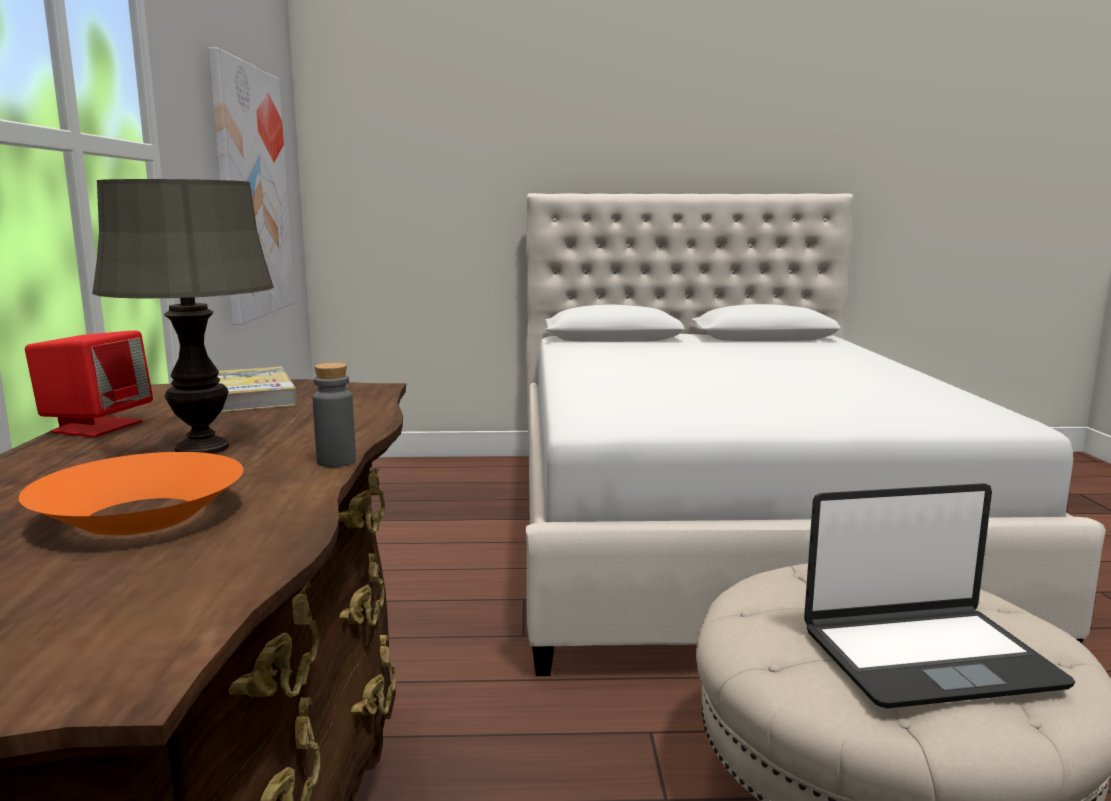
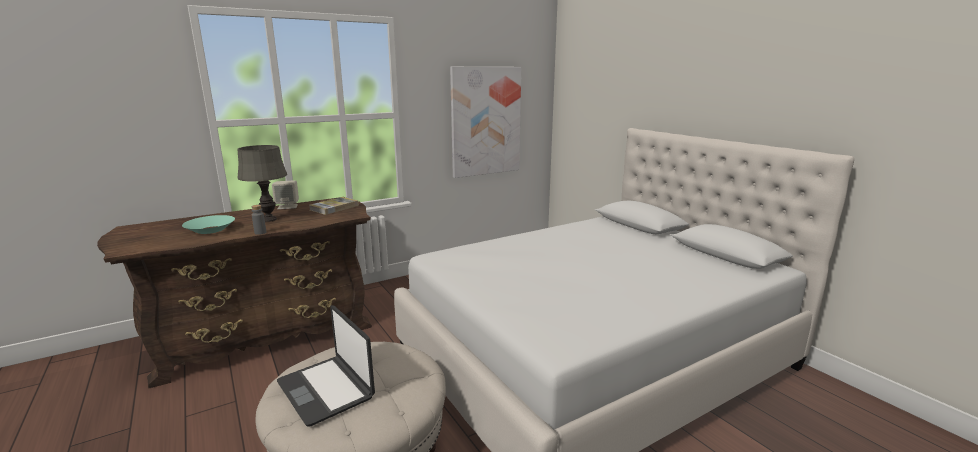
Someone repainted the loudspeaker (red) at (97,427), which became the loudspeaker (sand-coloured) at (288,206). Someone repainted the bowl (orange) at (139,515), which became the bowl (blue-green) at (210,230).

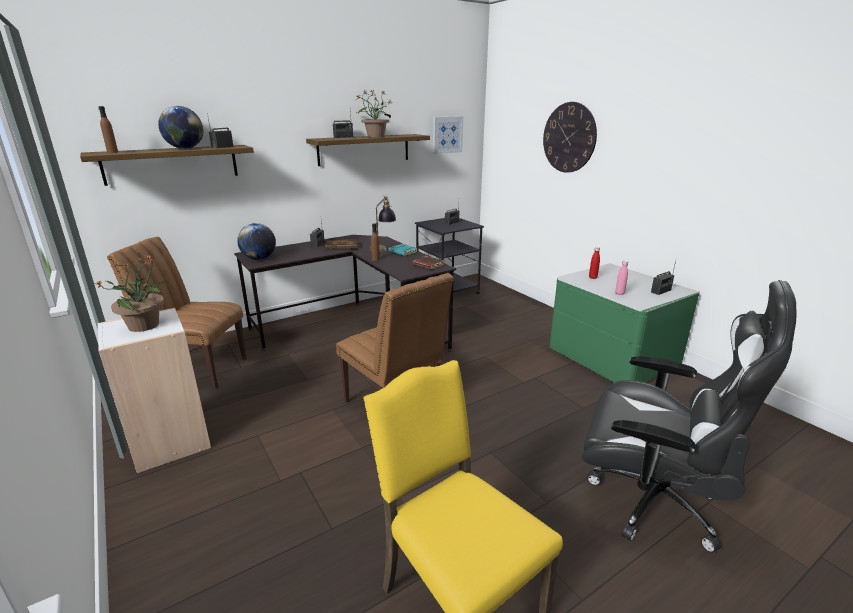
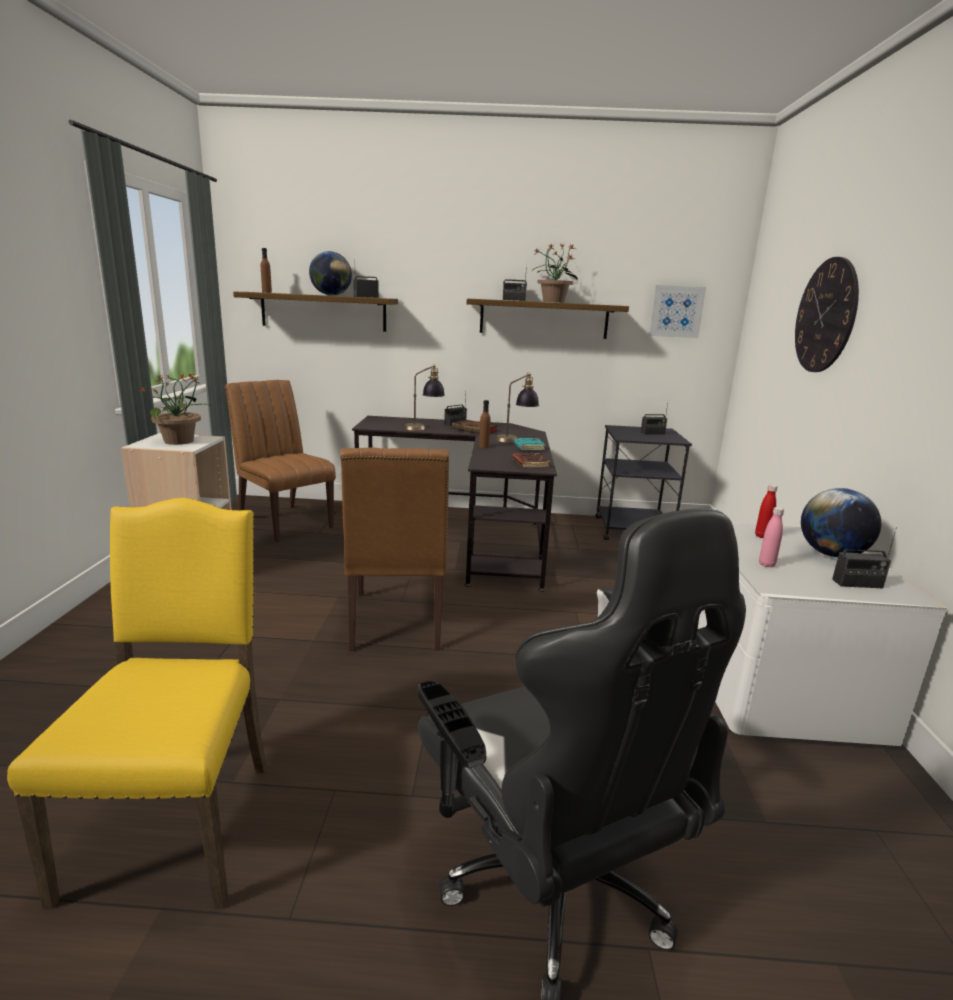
Someone carried the globe from (259,259) to (831,554). Someone repainted the bedside table (greenish) at (611,358), which became the bedside table (white-coloured) at (774,686). Someone put down the table lamp at (424,428).

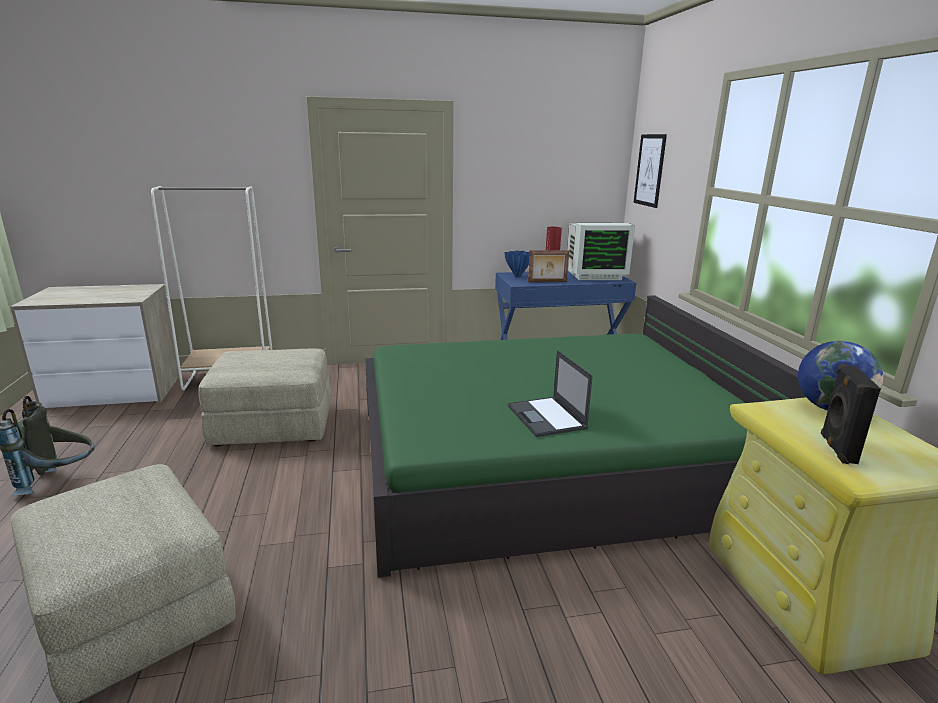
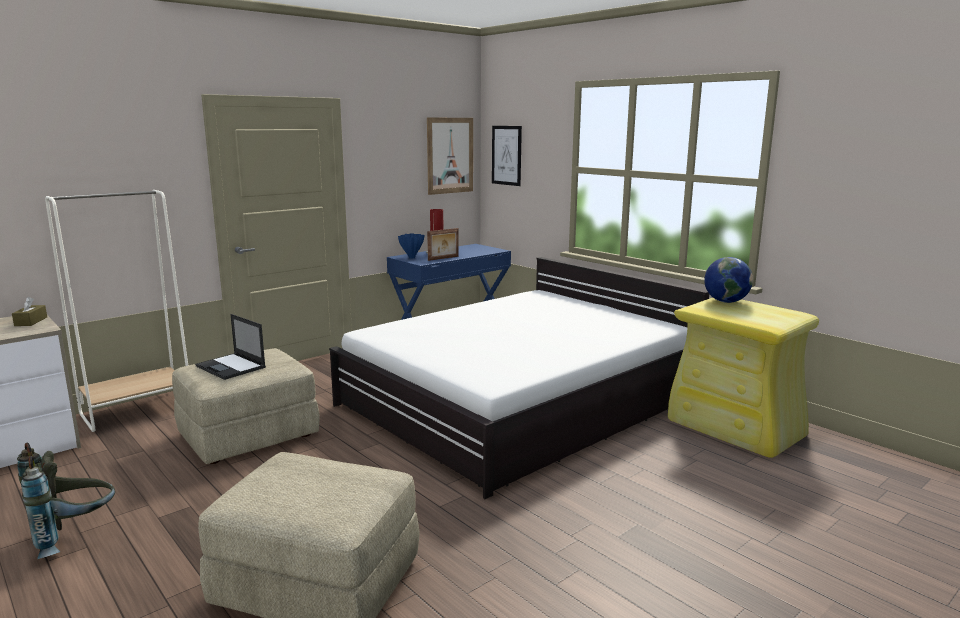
Someone took away the computer screen at (594,275). Someone repainted the bedroom bed (greenish) at (546,462), which became the bedroom bed (white-coloured) at (520,401). Someone carried the laptop from (547,417) to (231,367). Someone took away the loudspeaker (black) at (836,449). Someone put up the picture at (450,155). Someone put down the box of tissues (brown) at (31,321).

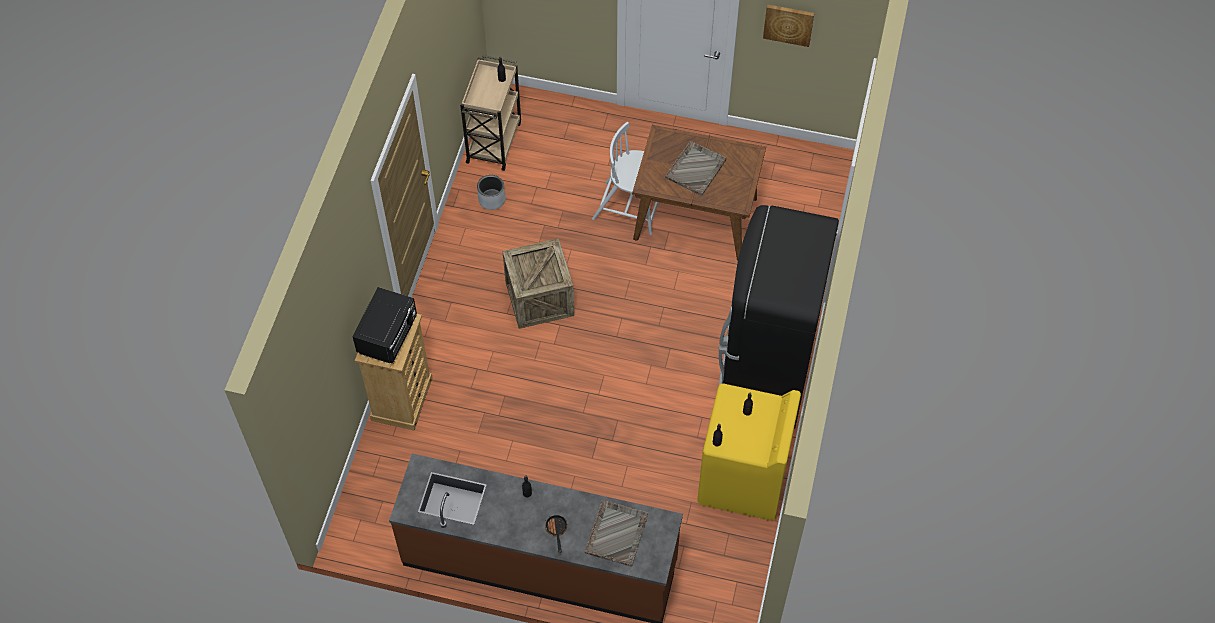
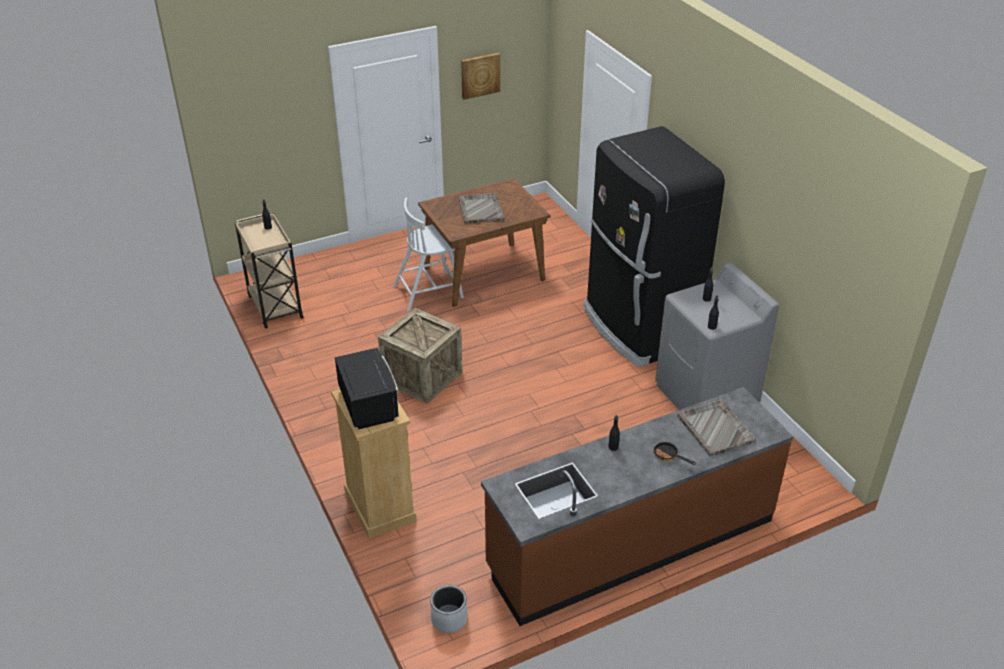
Someone carried the planter (gray) from (491,199) to (449,619). Someone repainted the washing machine (yellowish) at (743,480), which became the washing machine (gray) at (706,395).

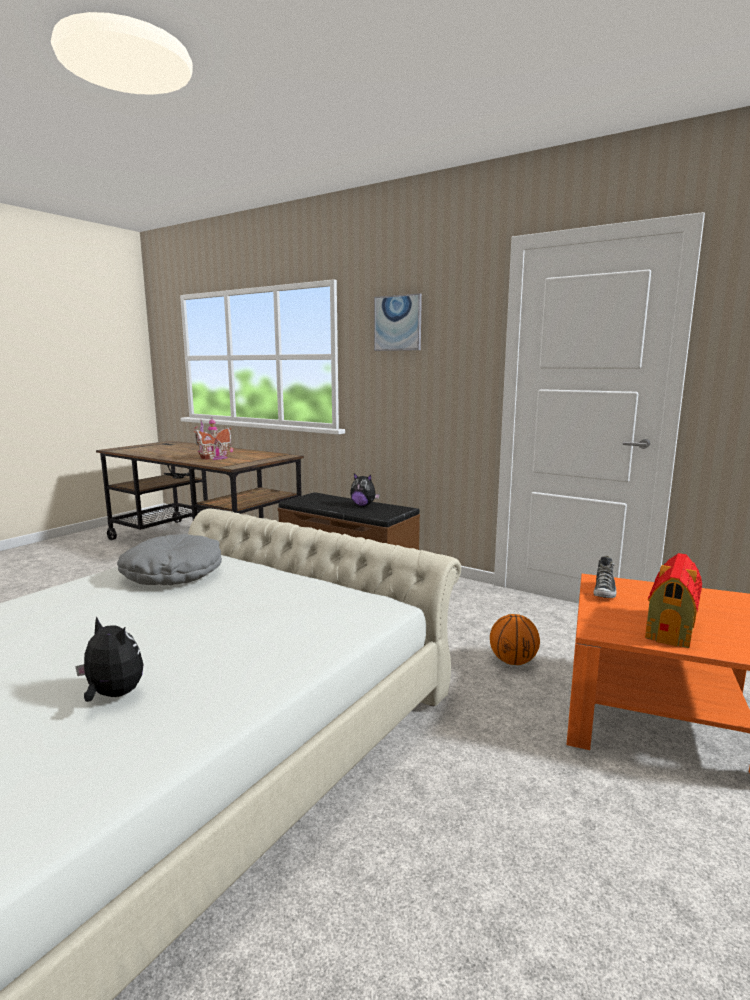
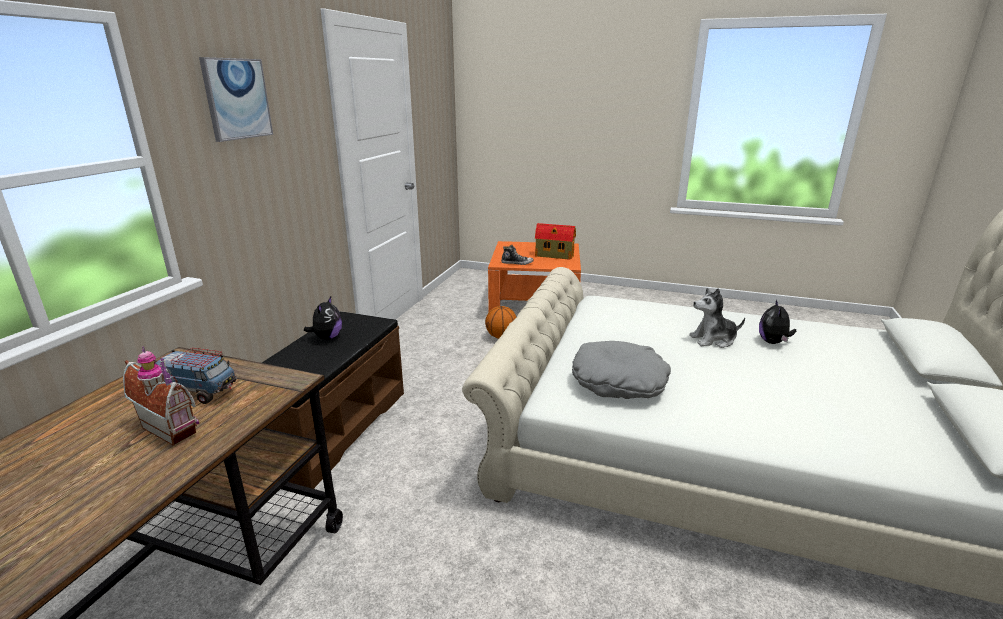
Someone put down the cuddly toy at (713,340). Someone put down the toy lorry at (200,392).

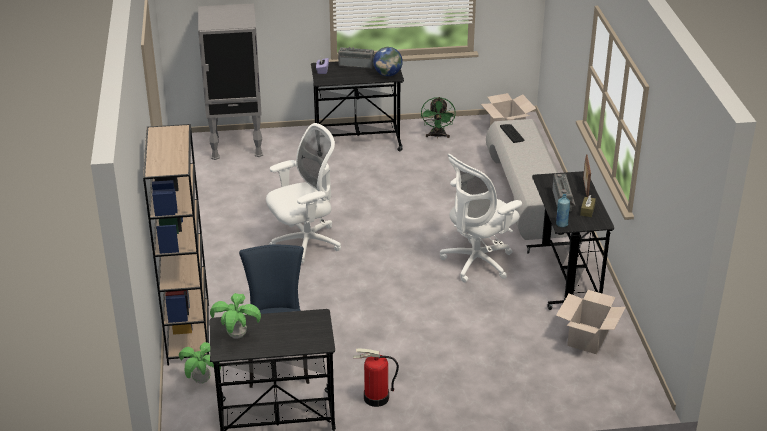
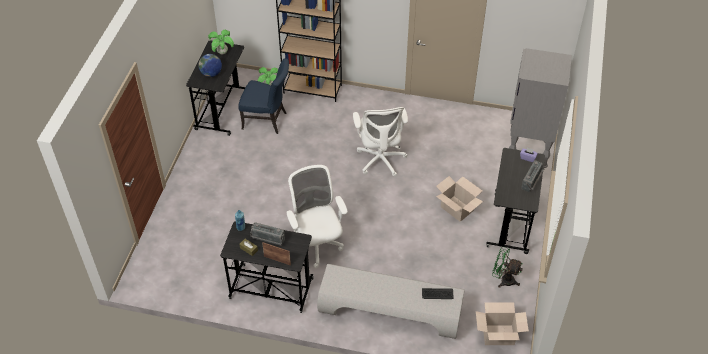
Someone carried the globe from (388,74) to (211,74). Someone carried the carton from (588,339) to (456,209). Someone took away the fire-fighting cylinder at (376,398).

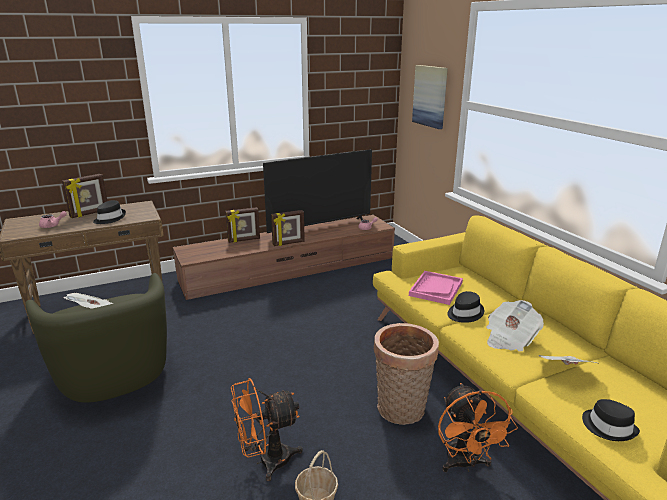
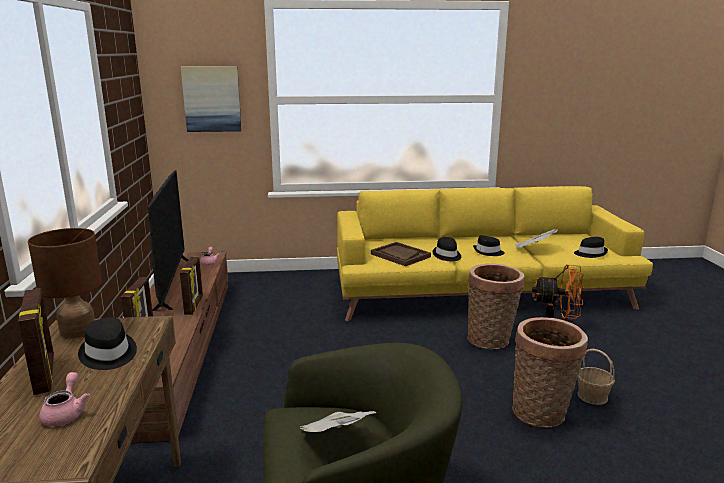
Someone repainted the tray (pink-coloured) at (436,289), which became the tray (brown) at (400,255). Someone swapped the printed paper at (509,338) for the wearable hat (black) at (488,252). Someone swapped the fan (orange) at (266,461) for the storage basket at (542,413). Someone put down the table lamp (brown) at (78,330).

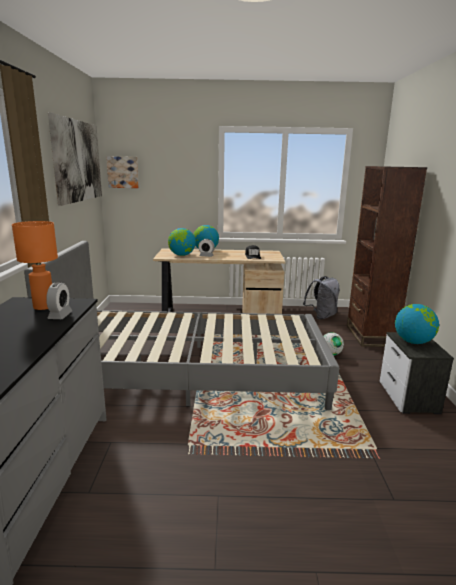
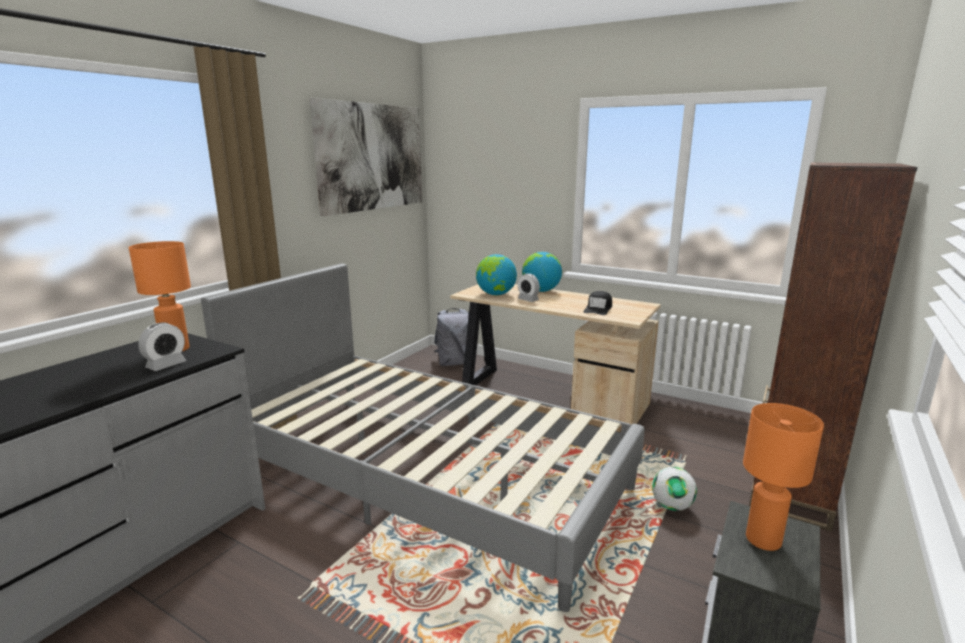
Someone took away the picture at (123,172). Someone carried the backpack (gray) from (321,316) to (454,363). Someone swapped the globe at (413,342) for the table lamp (orange) at (763,539).

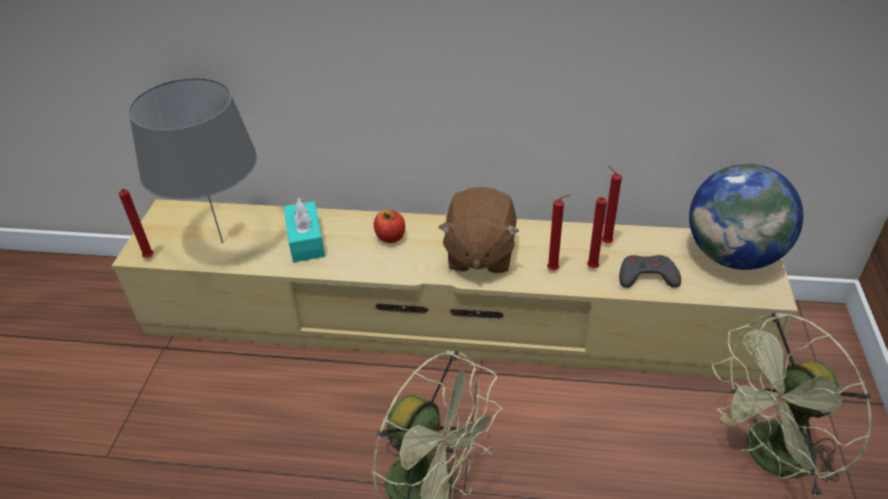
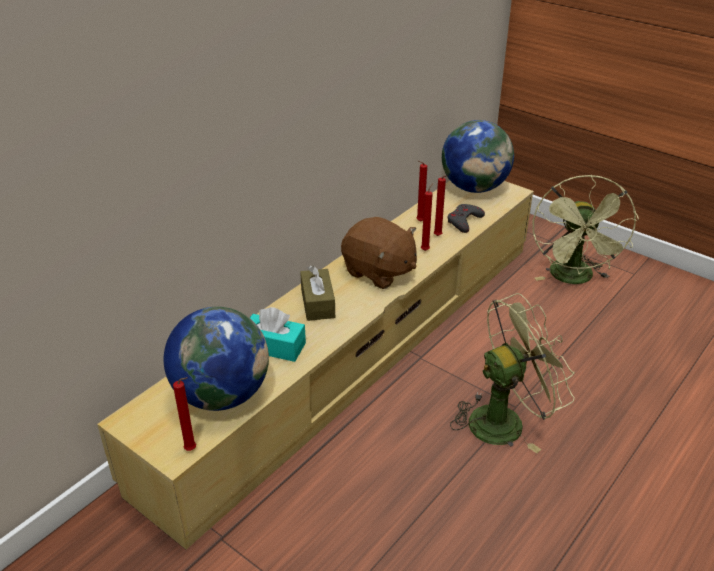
Someone swapped the table lamp (gray) at (222,242) for the globe at (221,395). Someone swapped the apple at (390,237) for the box of tissues (brown) at (317,303).

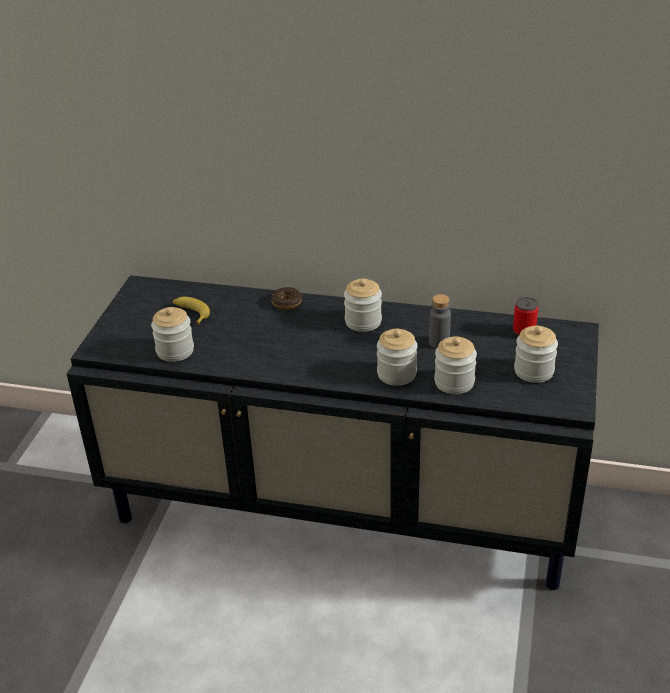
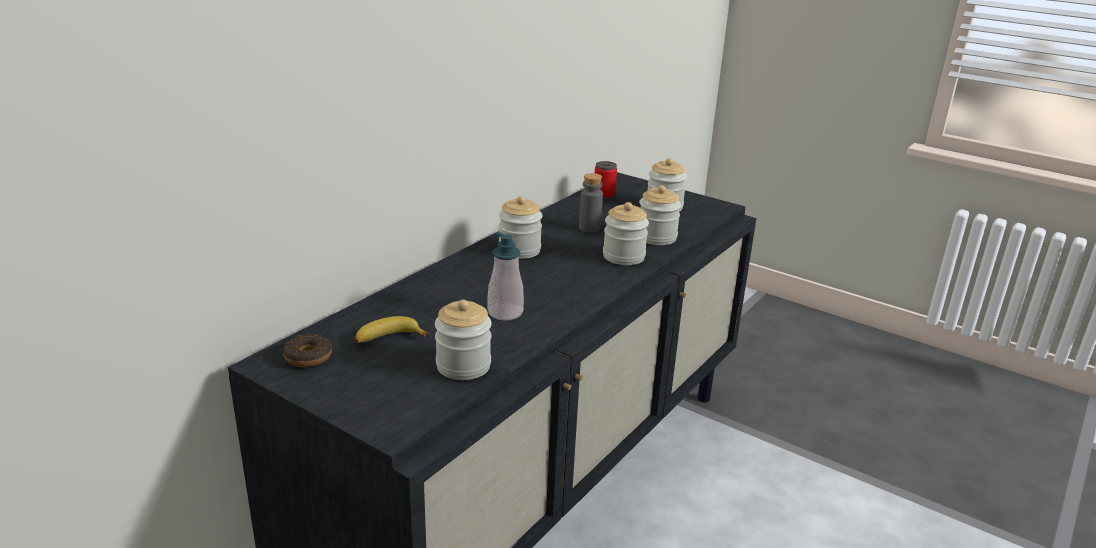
Someone carried the ring doughnut from (286,302) to (308,357). Someone put down the liquid soap bottle at (505,313).

